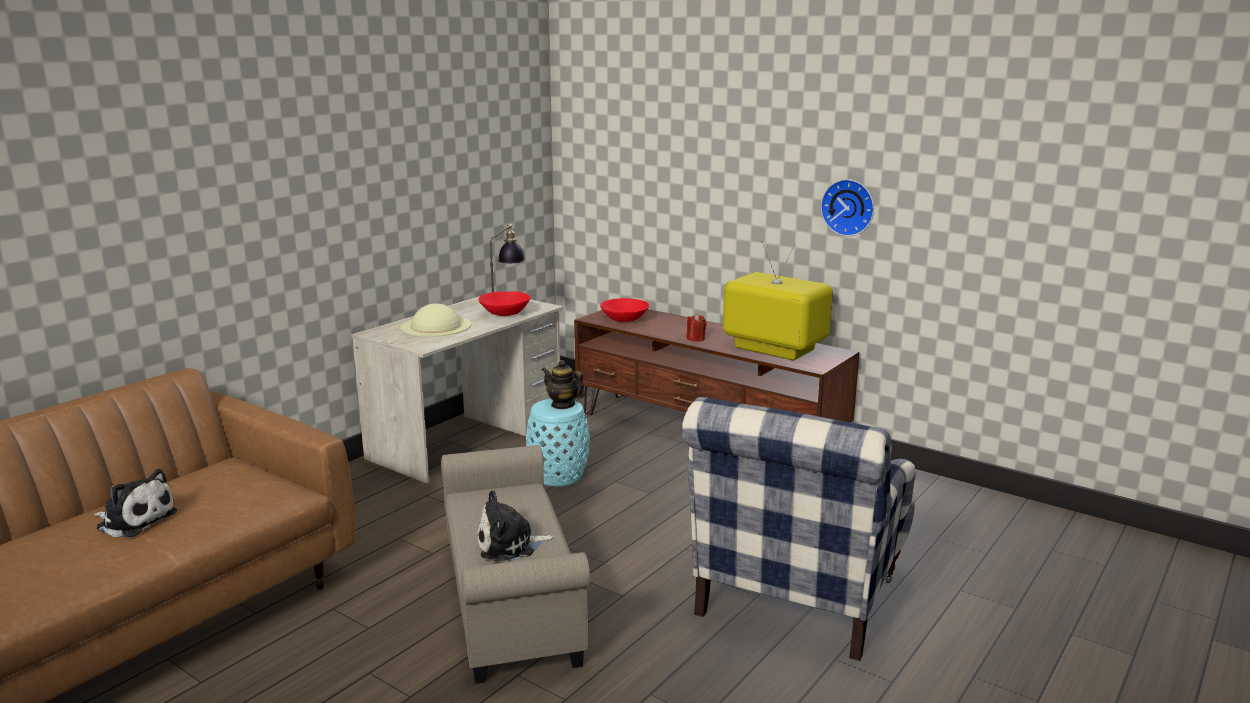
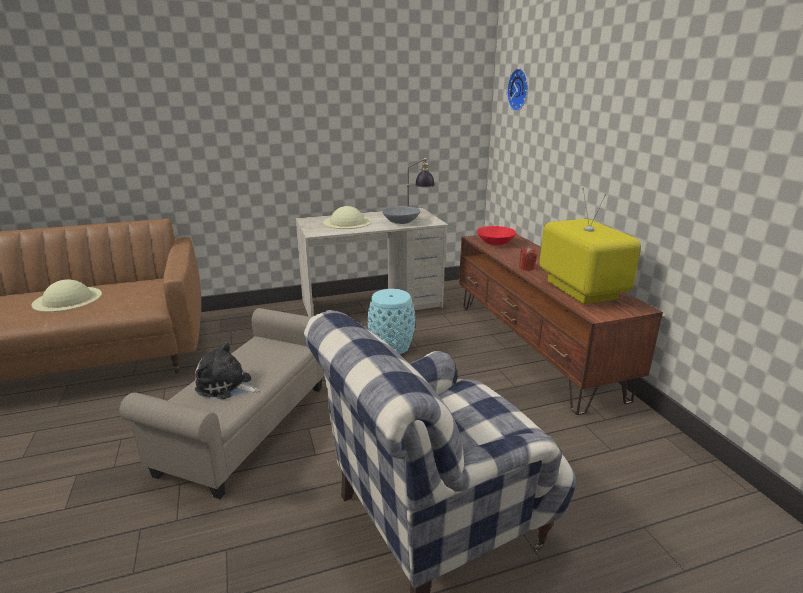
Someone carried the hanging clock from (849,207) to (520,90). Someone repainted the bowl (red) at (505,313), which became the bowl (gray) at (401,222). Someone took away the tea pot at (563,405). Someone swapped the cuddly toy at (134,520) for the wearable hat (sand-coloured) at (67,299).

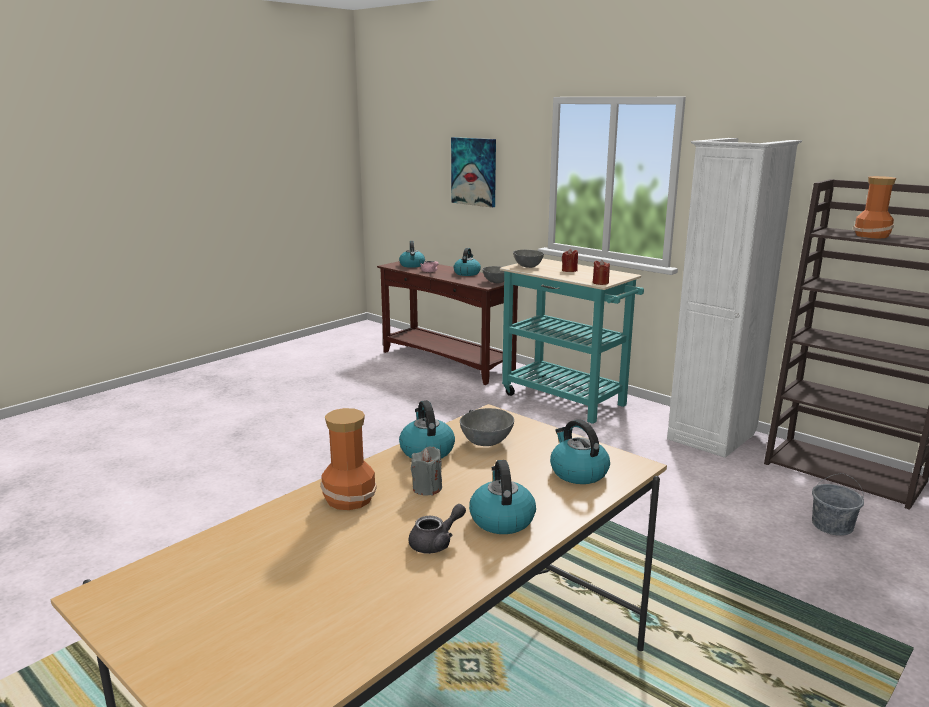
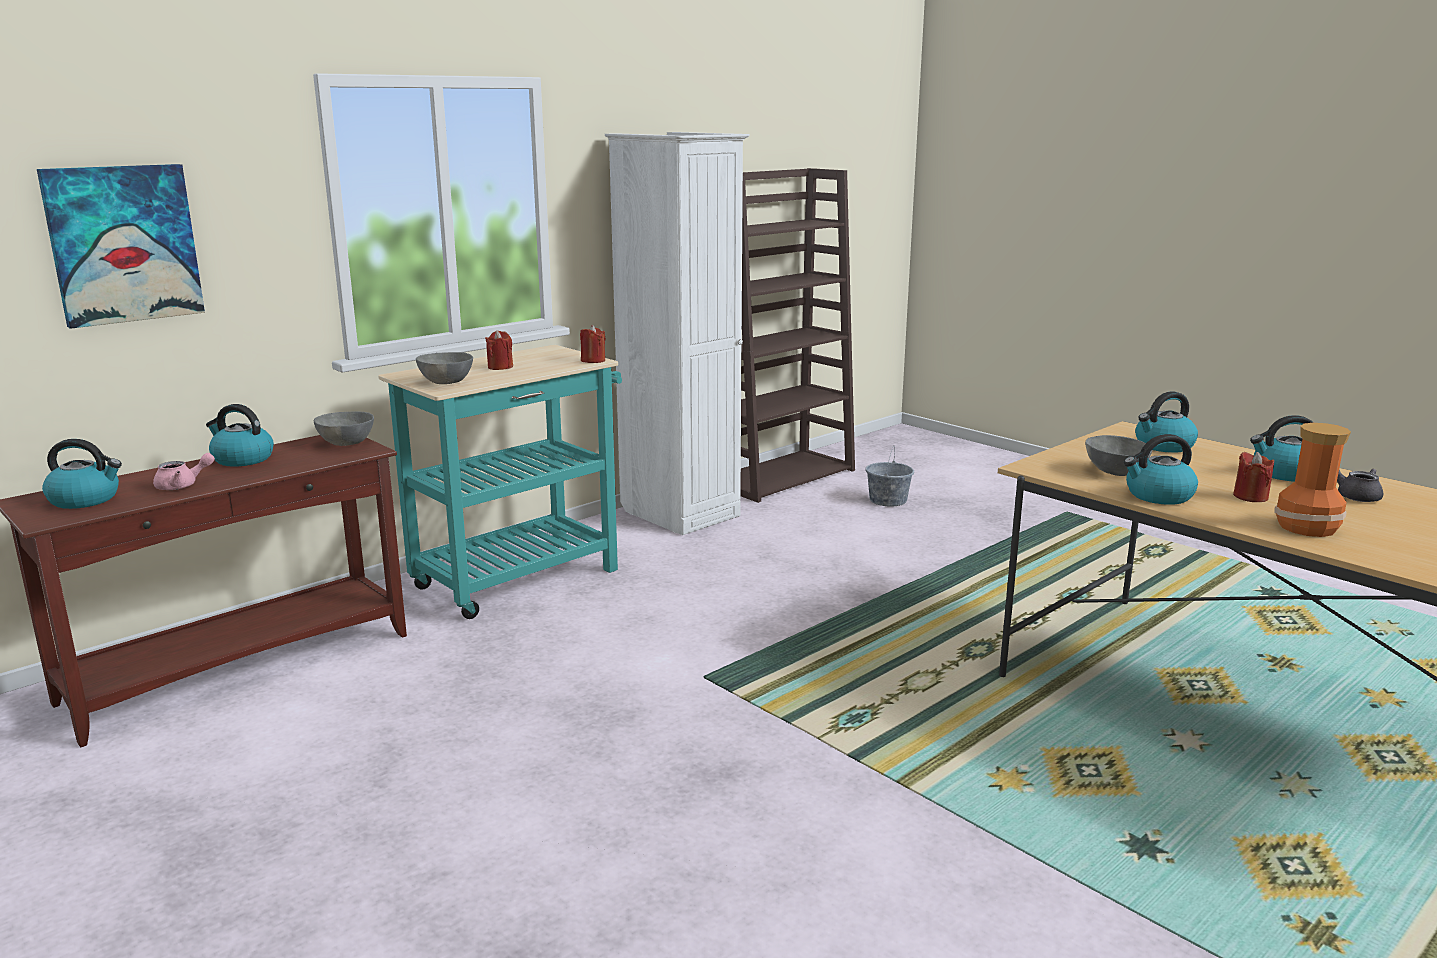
Someone took away the flower vase at (872,236). Someone repainted the candle (gray) at (427,488), which became the candle (red) at (1250,497).

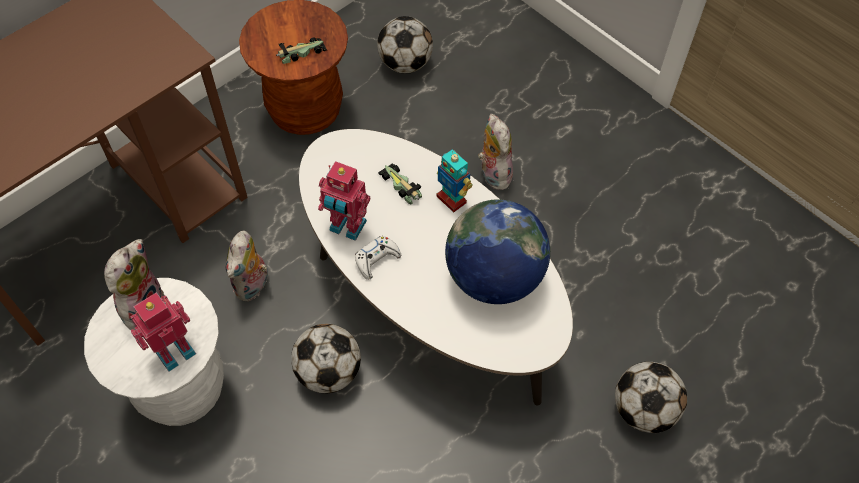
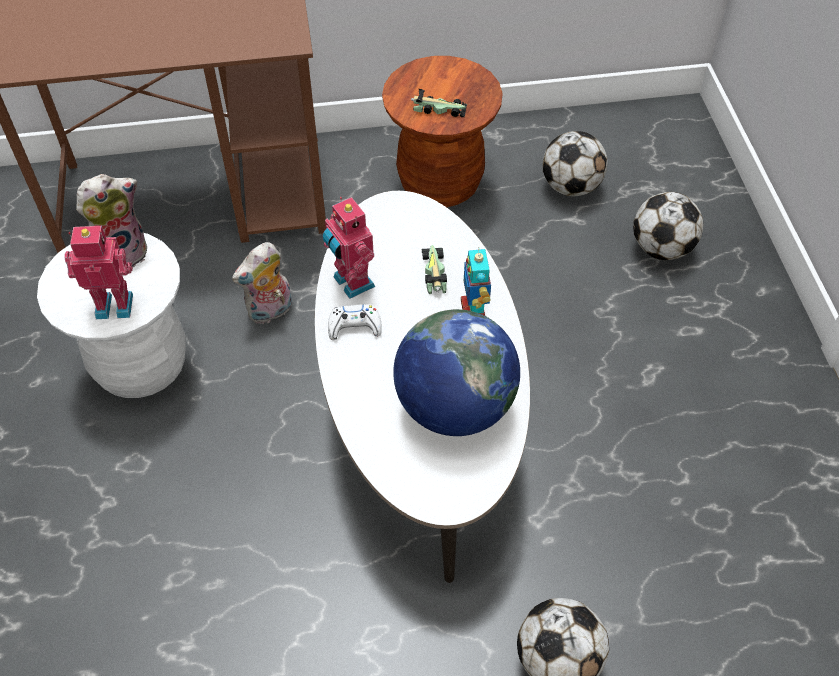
Someone took away the cuddly toy at (492,173). Someone carried the football ball from (329,372) to (661,248).

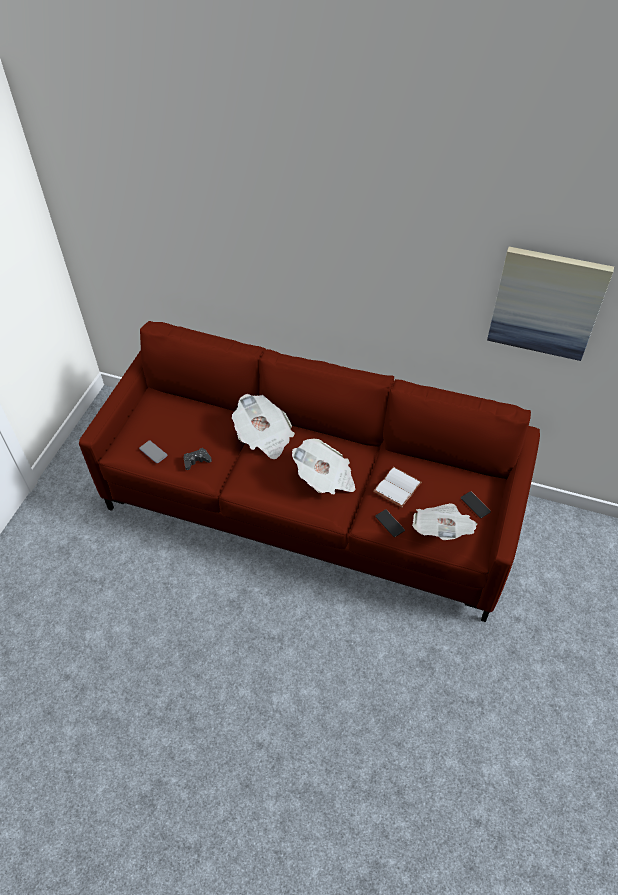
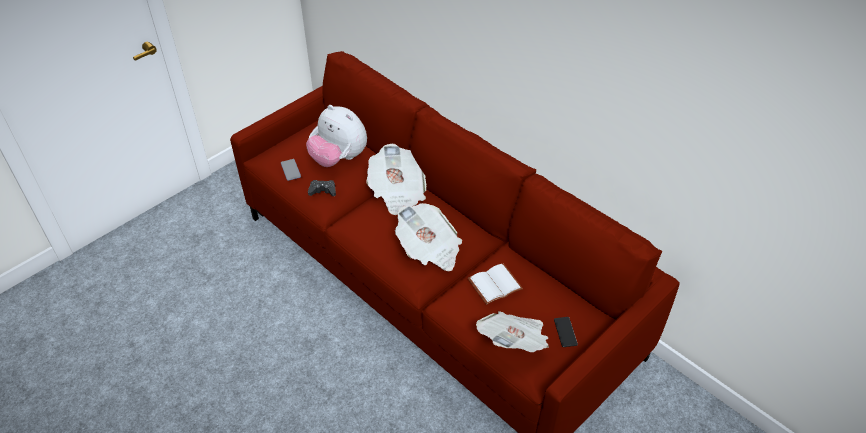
Someone took away the picture at (546,303). Someone took away the telephone at (389,523). Someone put down the cuddly toy at (339,158).

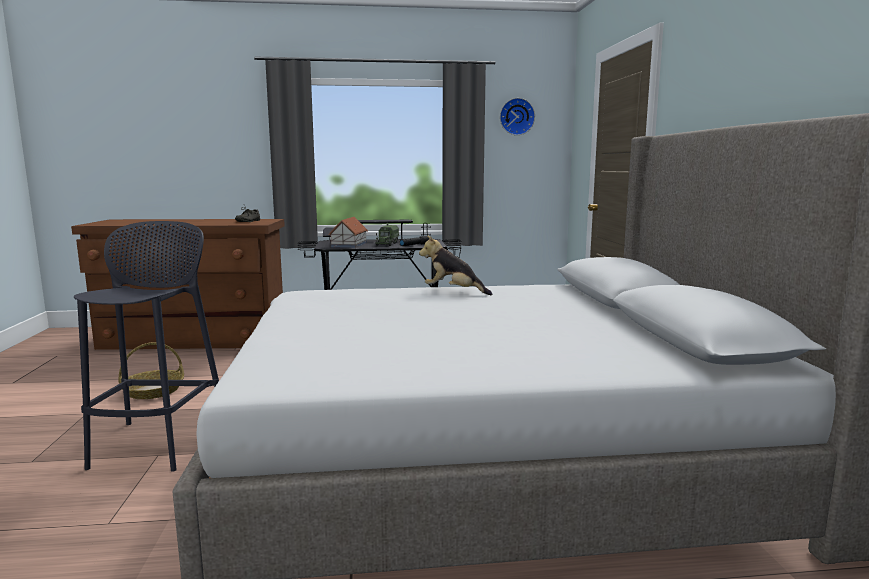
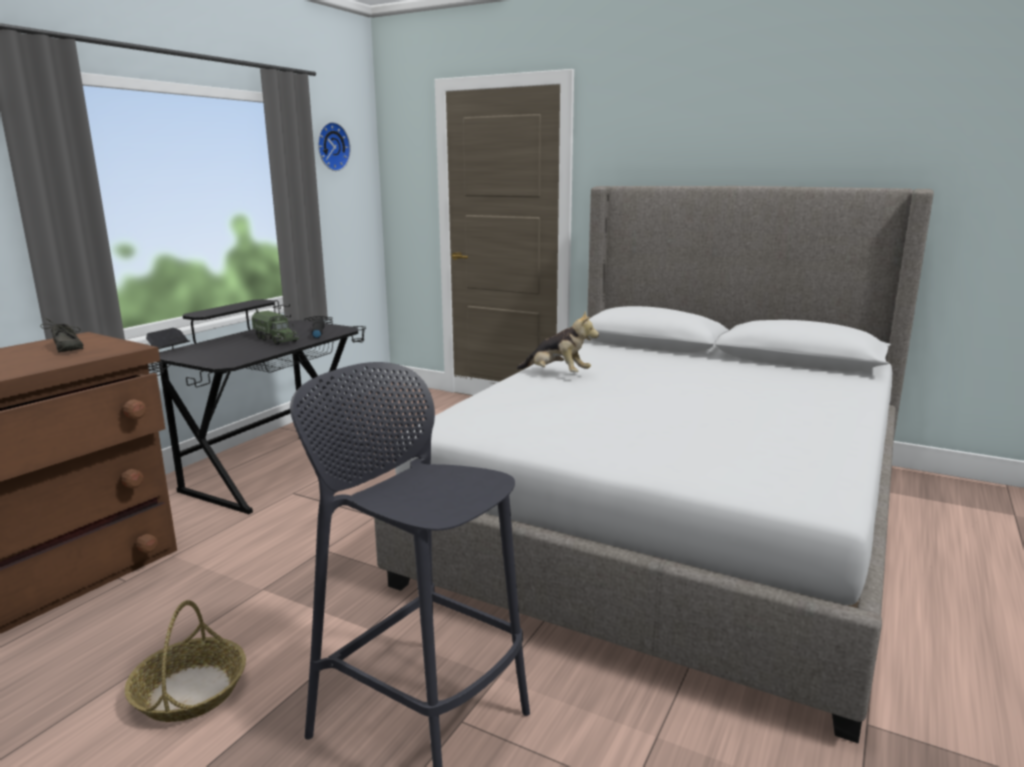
Someone took away the model house at (349,244). Someone rotated the cuddly toy at (453,292) by 120 degrees counterclockwise.

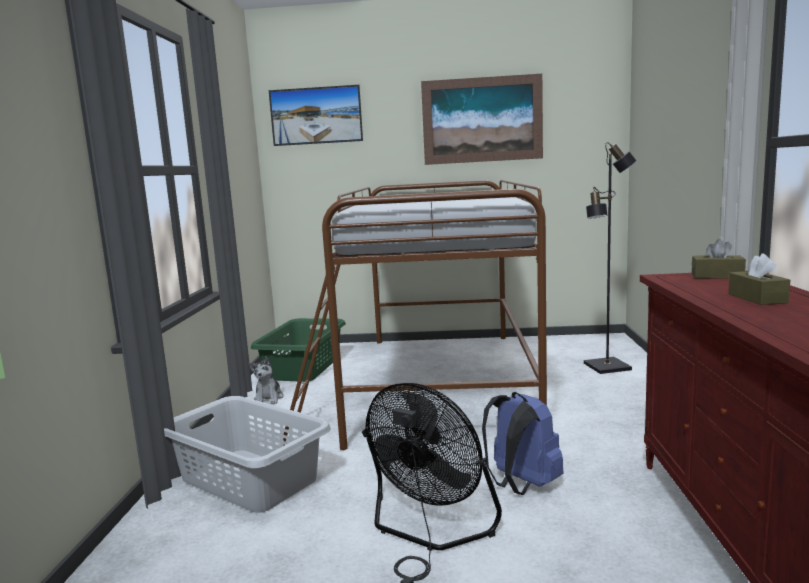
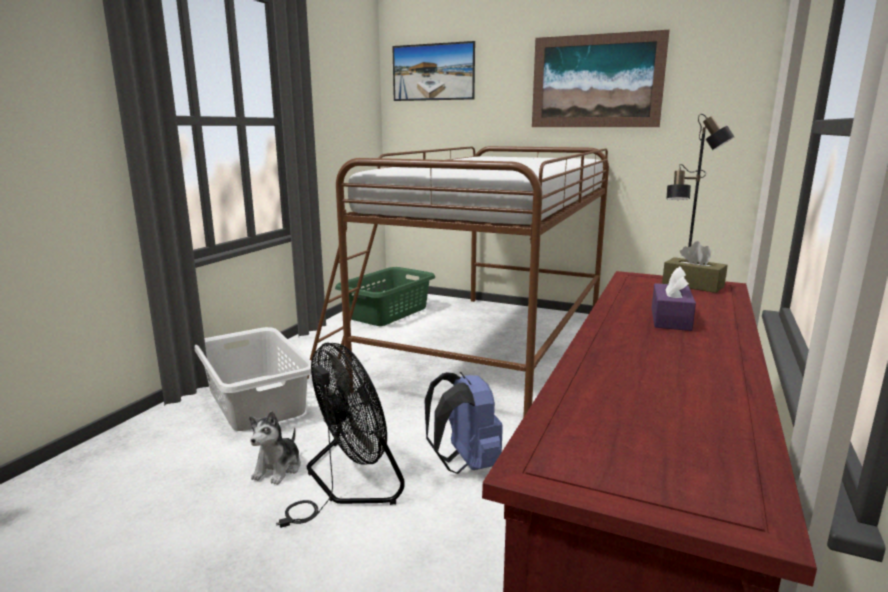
Someone repainted the box of tissues (brown) at (757,298), which became the box of tissues (purplish) at (670,319). Someone carried the cuddly toy from (269,398) to (278,469).

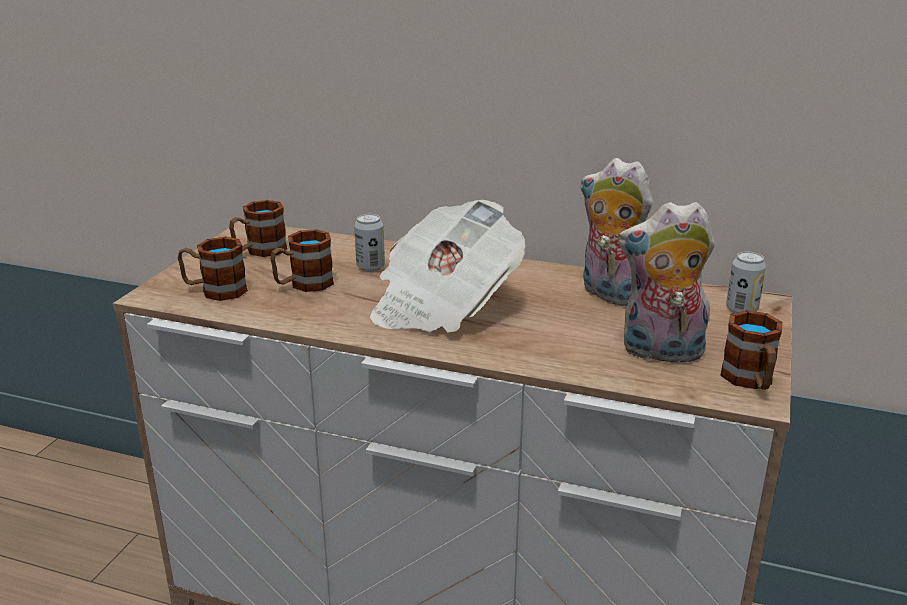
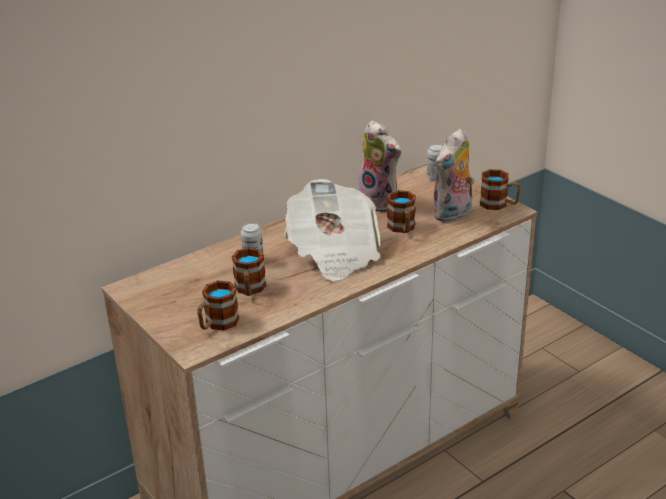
Someone rotated the cuddly toy at (610,294) by 120 degrees counterclockwise. Someone carried the tea mug from (259,251) to (402,228).

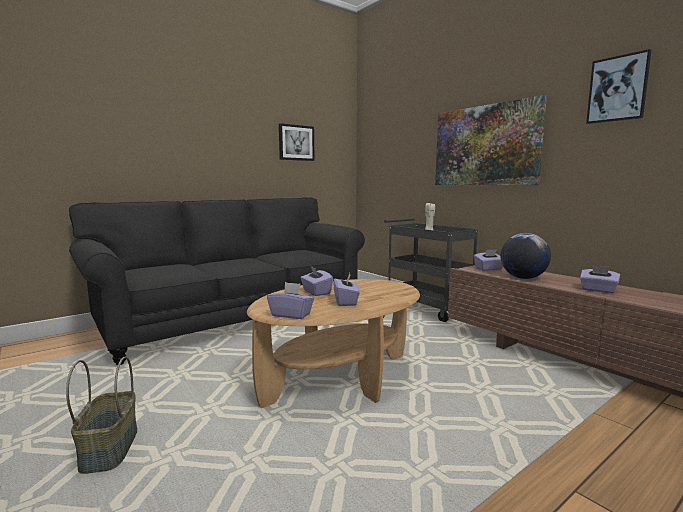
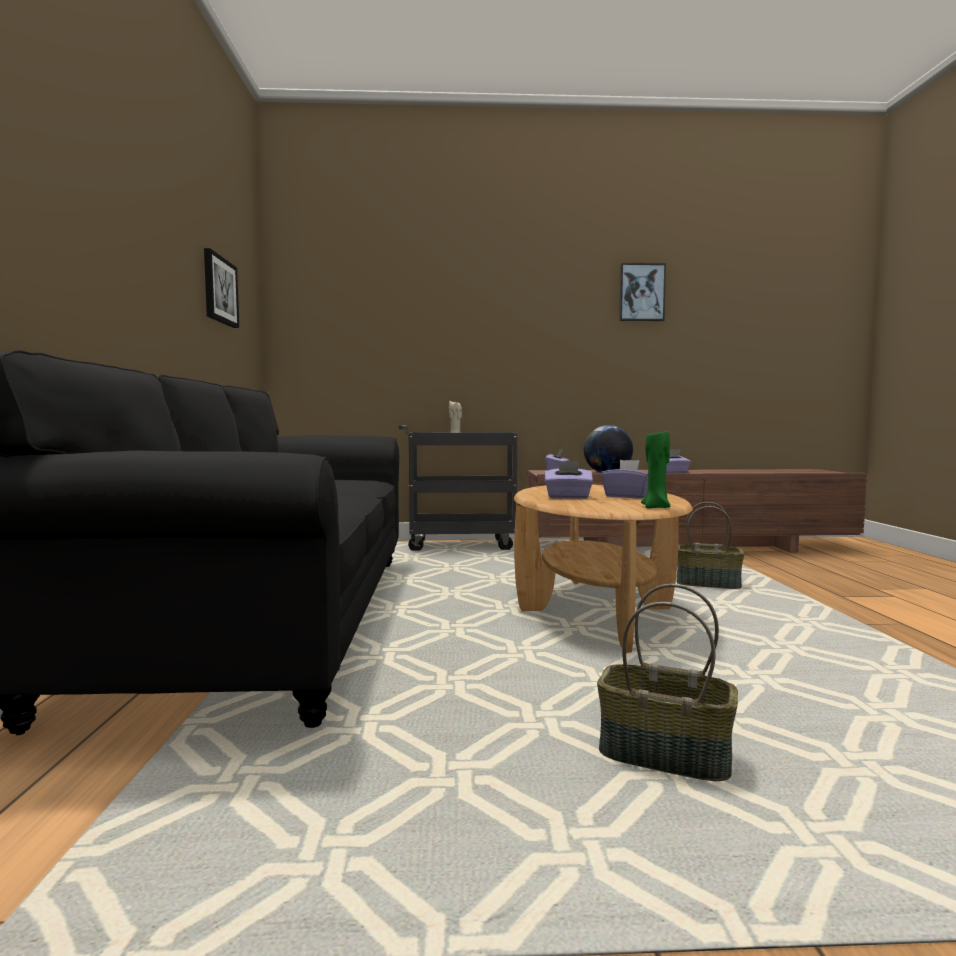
Someone took away the picture at (485,146). Someone swapped the box of tissues (purplish) at (291,315) for the candle (greenish) at (656,507). Someone put down the storage basket at (708,584).

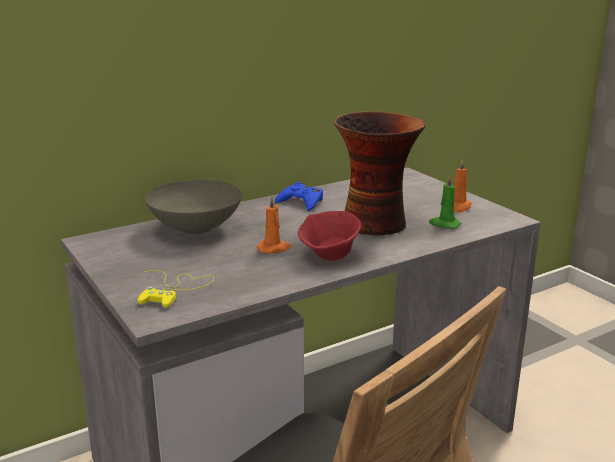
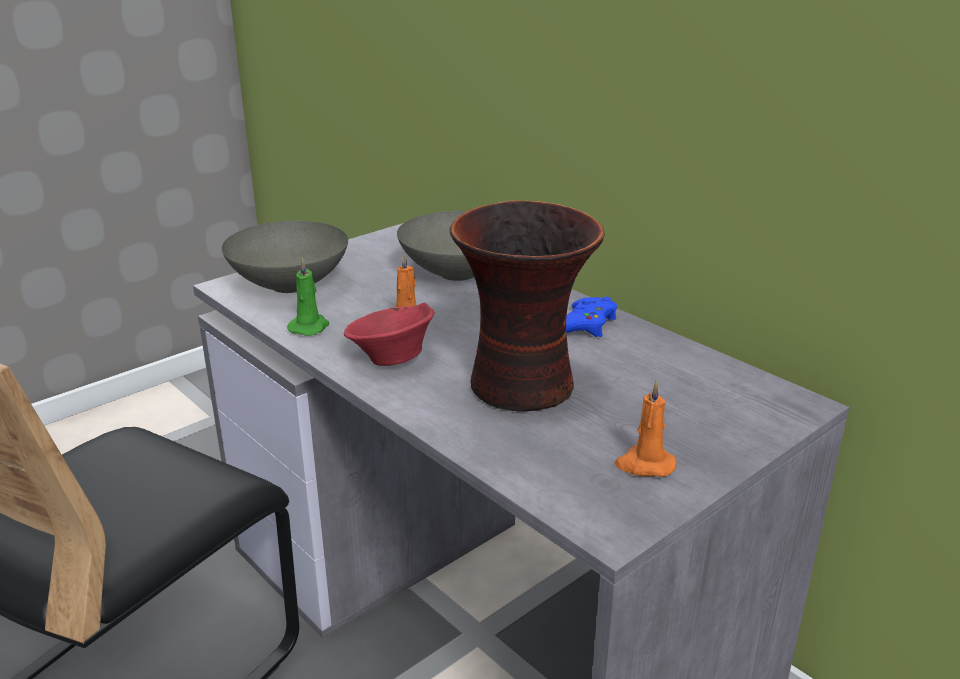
Someone carried the candle (greenish) from (444,224) to (310,327). Someone swapped the joypad (yellowish) at (175,290) for the bowl (gray) at (290,286).

